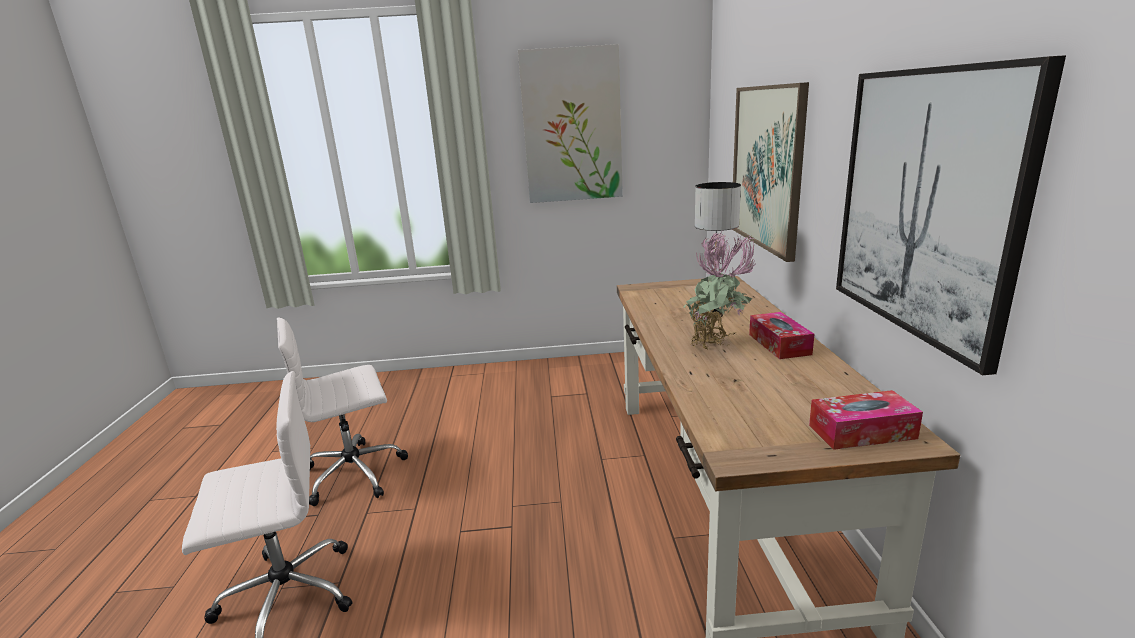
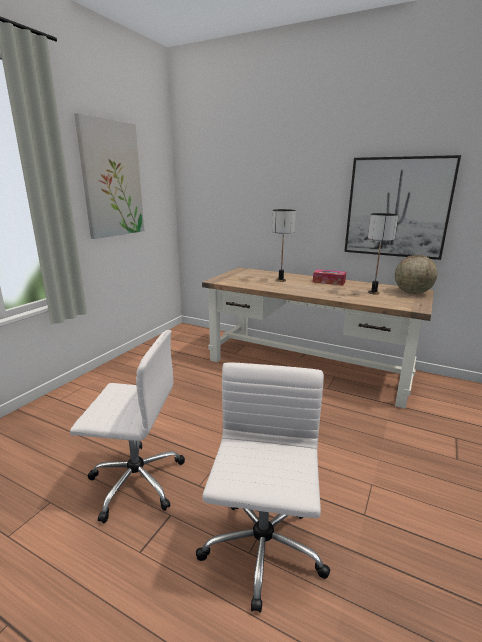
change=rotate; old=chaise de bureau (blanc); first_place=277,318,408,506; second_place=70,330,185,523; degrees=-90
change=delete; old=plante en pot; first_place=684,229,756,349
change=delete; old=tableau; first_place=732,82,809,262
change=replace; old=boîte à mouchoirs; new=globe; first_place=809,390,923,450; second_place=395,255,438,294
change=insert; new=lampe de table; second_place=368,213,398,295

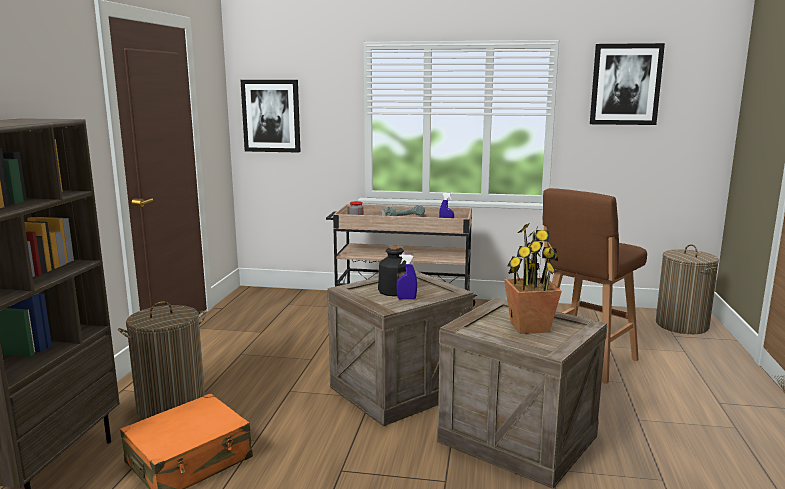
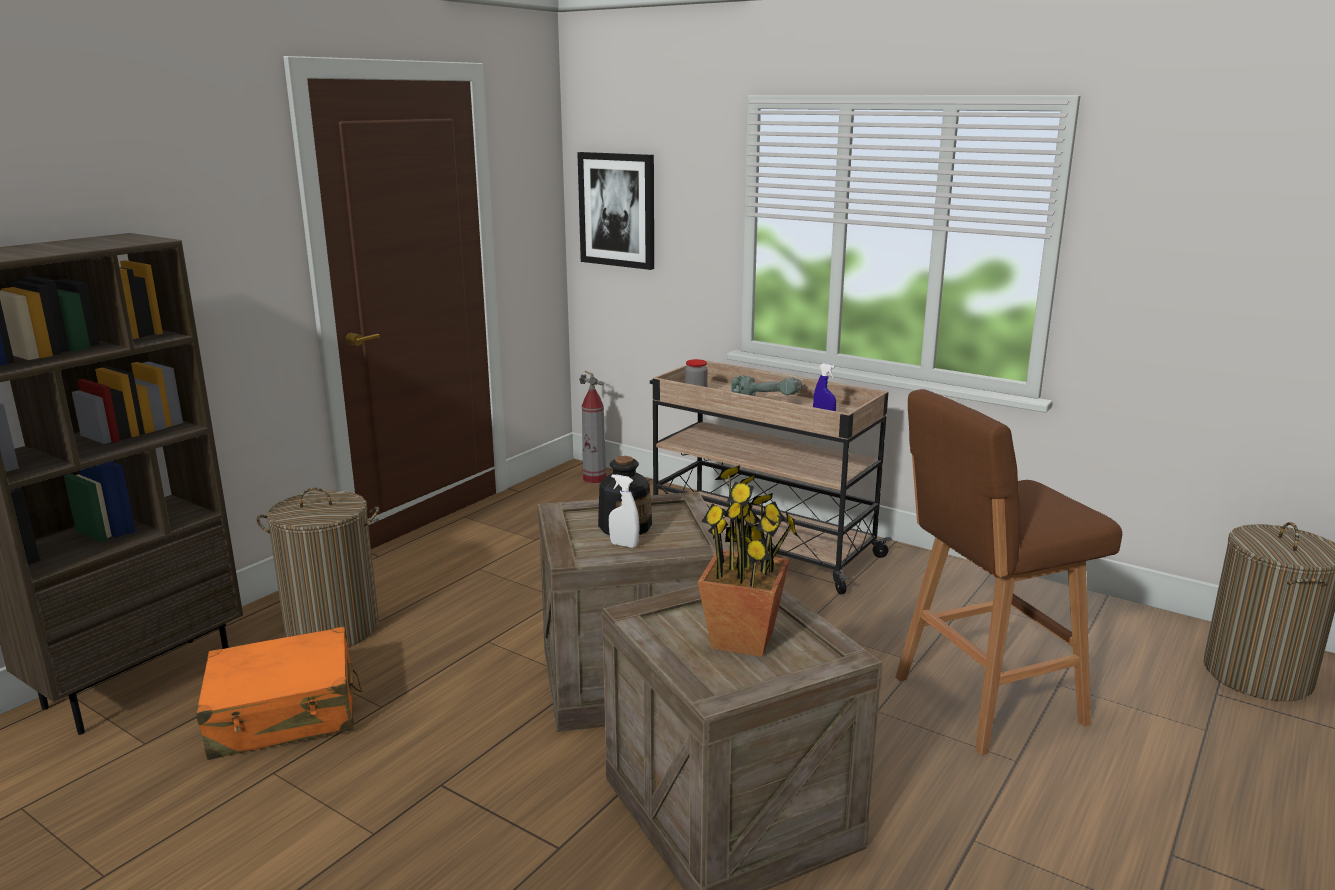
change=recolor; old=vaporisateur (bleu); new=vaporisateur (blanc); first_place=396,254,417,300; second_place=609,474,640,548
change=delete; old=tableau; first_place=590,43,665,125
change=insert; new=extincteur; second_place=579,371,606,483

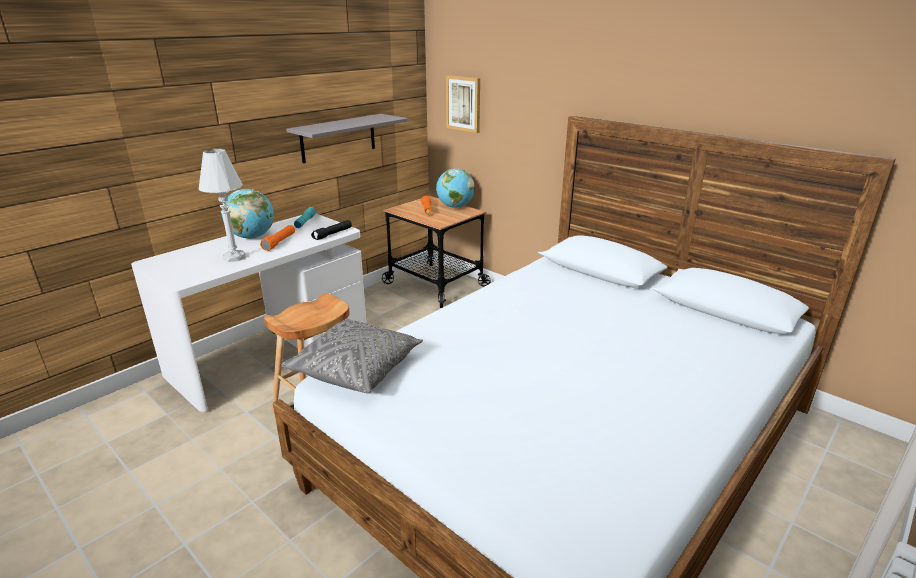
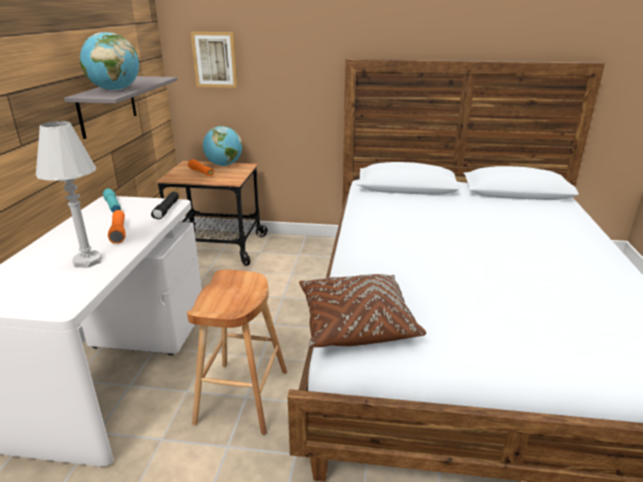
change=move; old=globe; first_place=222,189,274,239; second_place=80,32,139,91
change=recolor; old=coussin (gris); new=coussin (marron); first_place=282,318,423,394; second_place=299,274,426,347

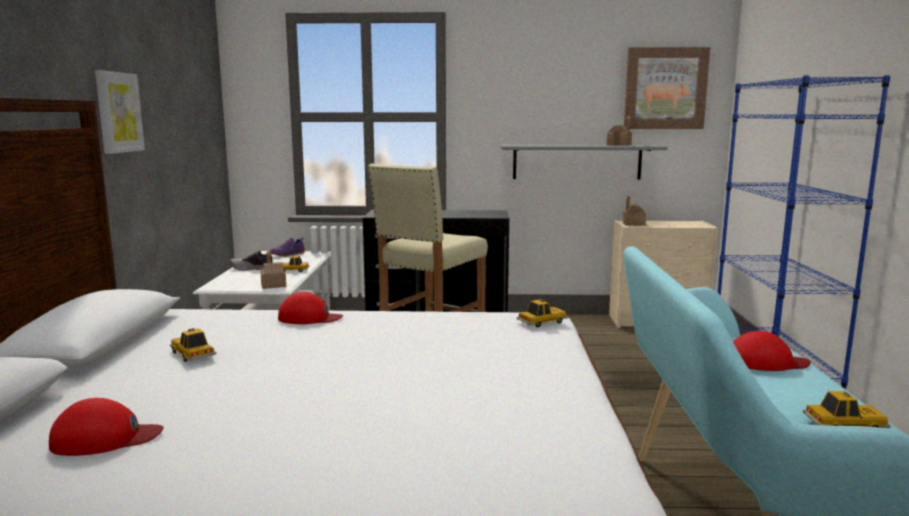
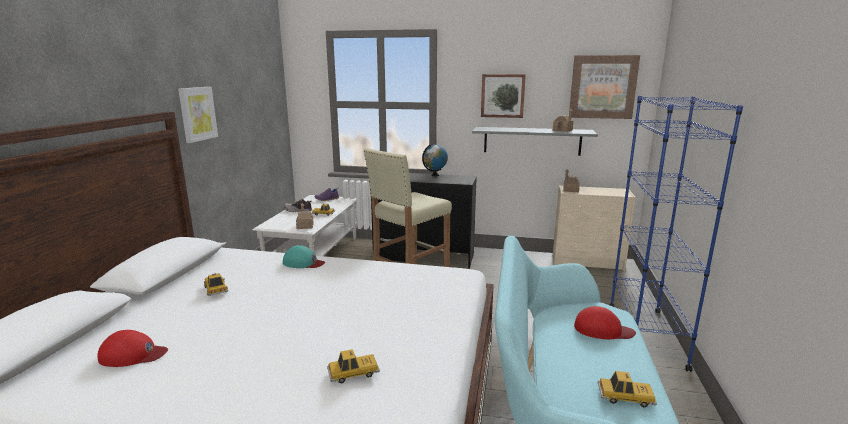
change=recolor; old=casquette (rouge); new=casquette (turquoise); first_place=278,292,343,324; second_place=283,245,325,268
change=move; old=petite voiture; first_place=517,299,568,327; second_place=327,349,380,383
change=insert; new=globe; second_place=422,144,448,176
change=insert; new=tableau; second_place=481,74,526,118

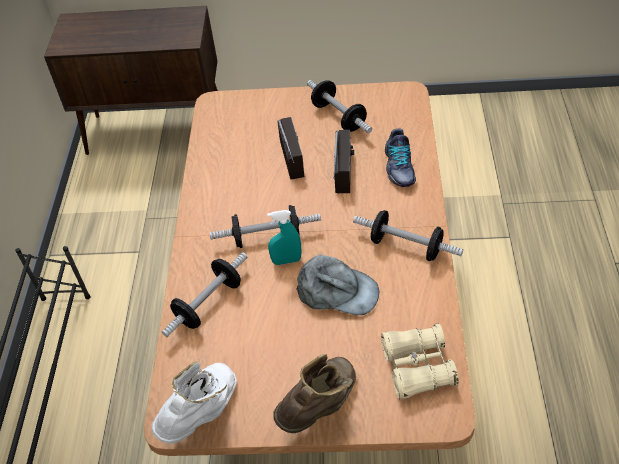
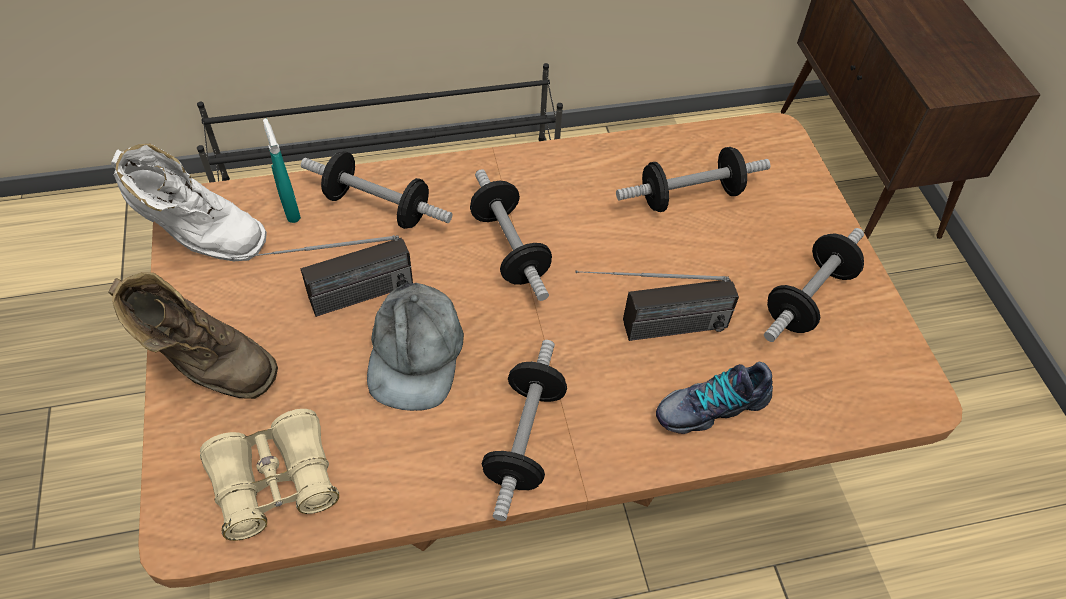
change=move; old=vaporisateur (turquoise); first_place=267,210,301,265; second_place=263,118,301,223
change=move; old=radio; first_place=277,117,304,179; second_place=232,235,413,317
change=insert; new=haltère; second_place=616,147,770,212

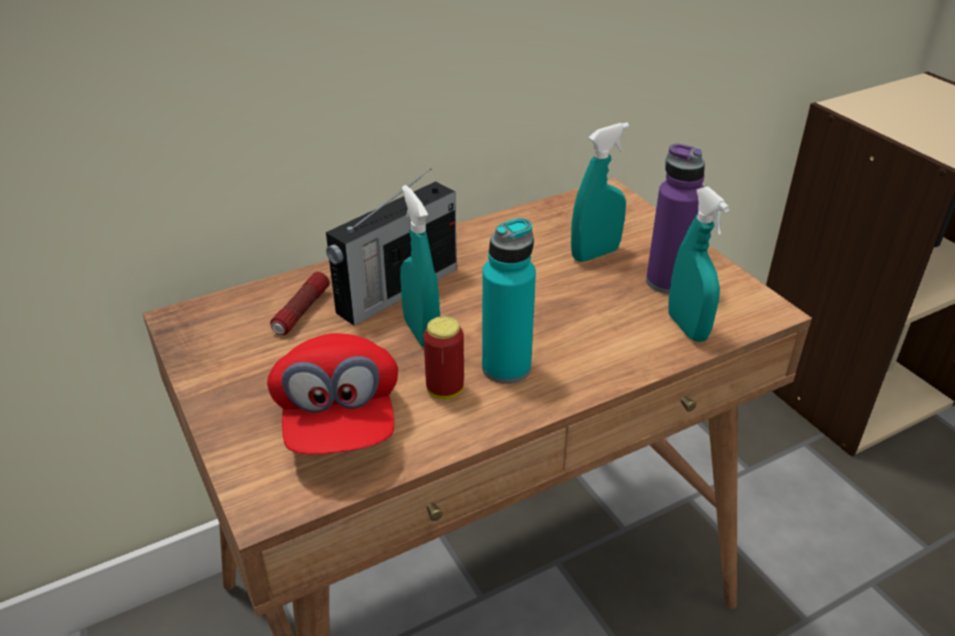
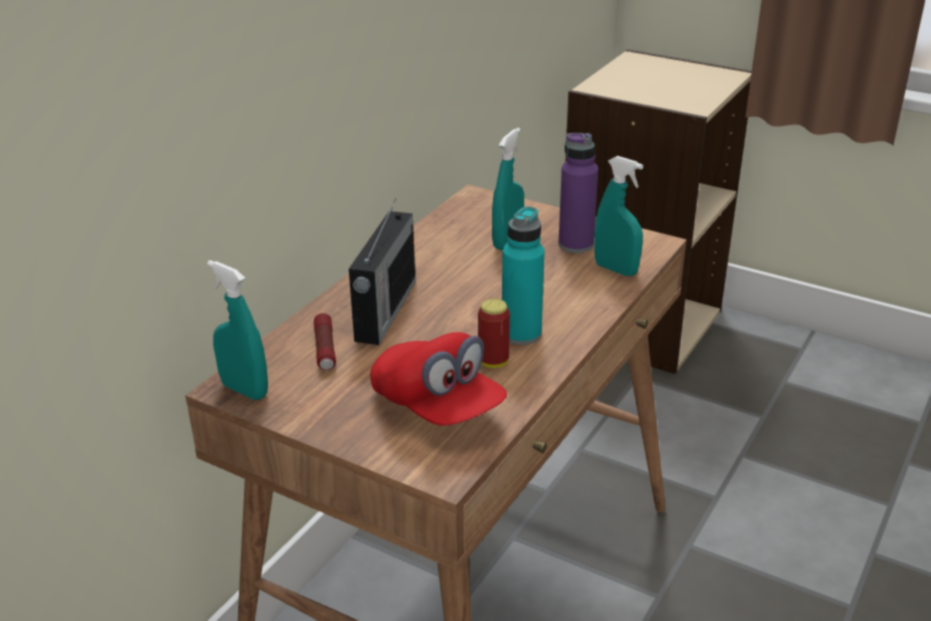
change=move; old=vaporisateur (turquoise); first_place=400,185,440,347; second_place=207,260,268,400

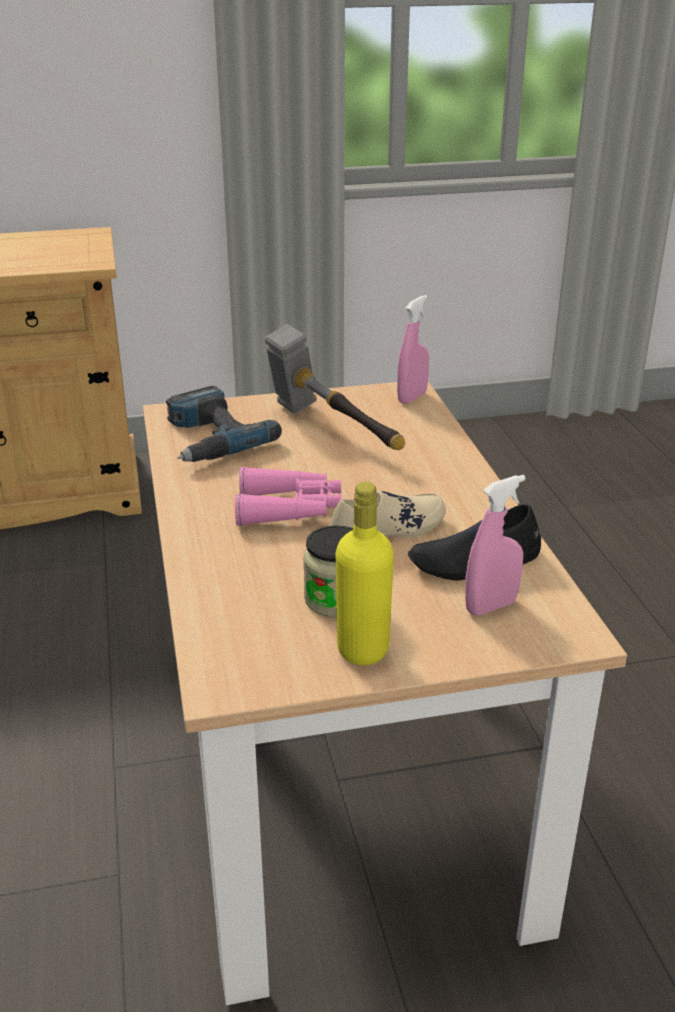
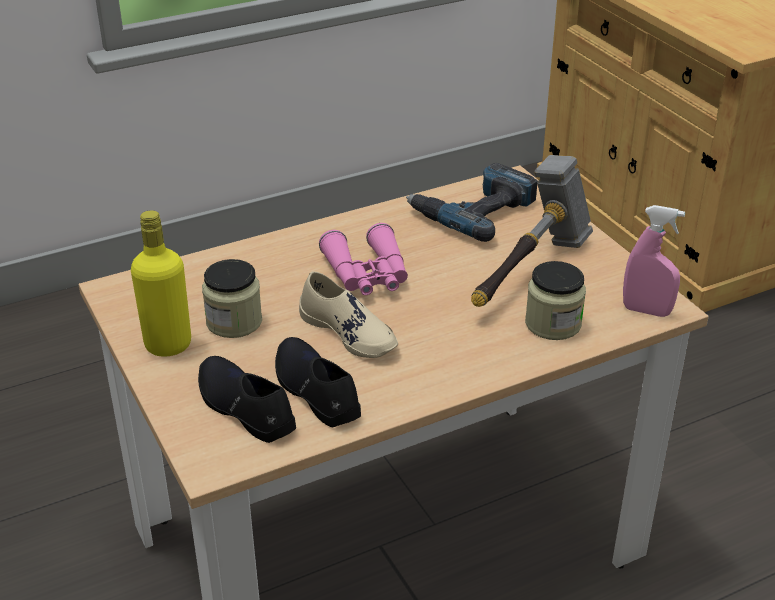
change=replace; old=vaporisateur (rose); new=chaussure (noir); first_place=465,475,526,615; second_place=198,356,296,443
change=insert; new=bocal; second_place=525,261,586,340

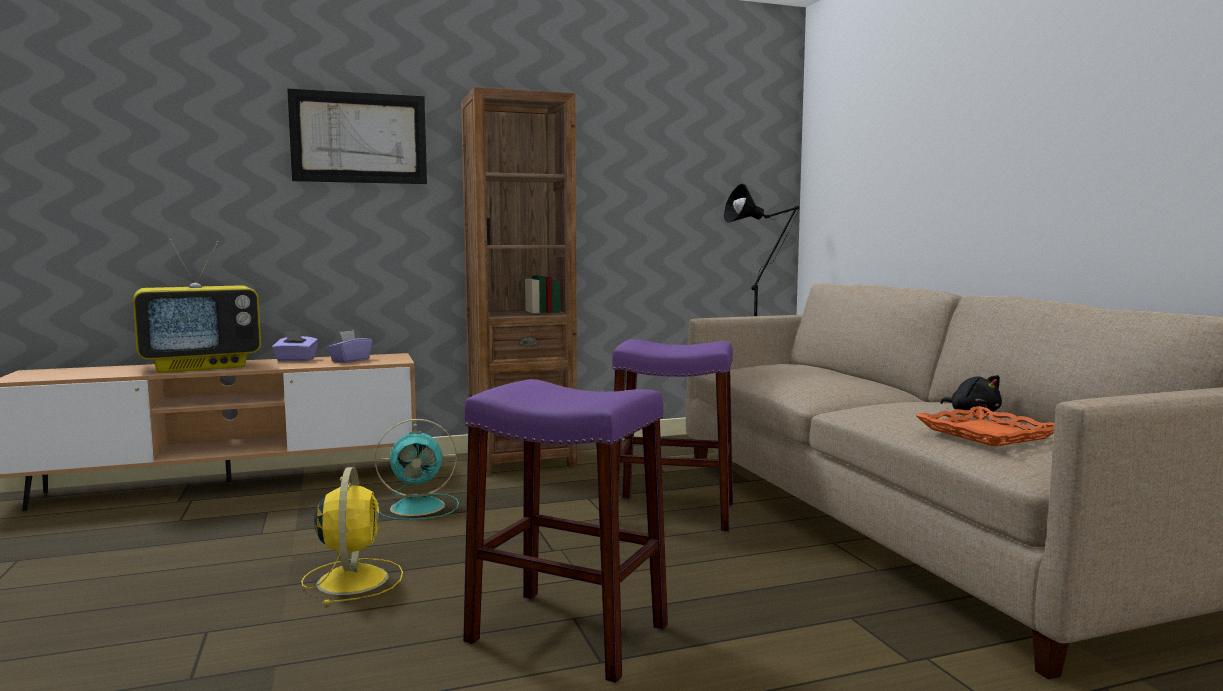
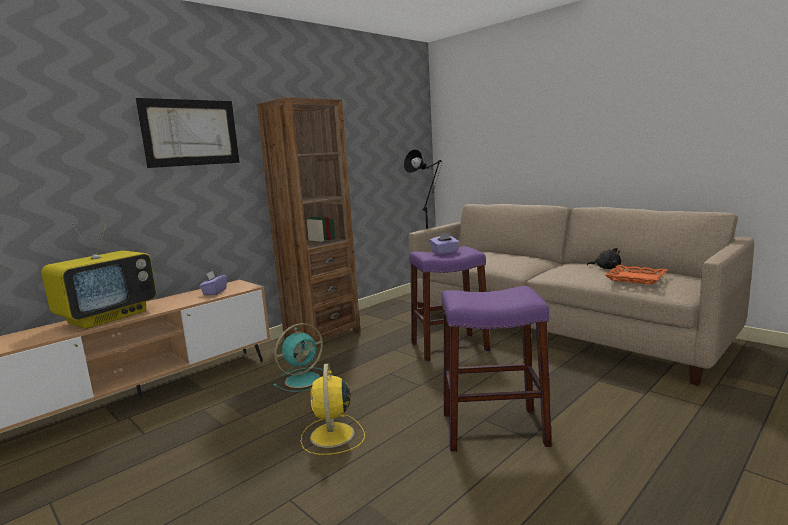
change=move; old=boîte à mouchoirs (violet); first_place=272,331,318,362; second_place=430,232,460,254
change=rotate; old=ventilateur (jaune); first_place=301,467,403,605; second_place=301,363,365,455; degrees=-150

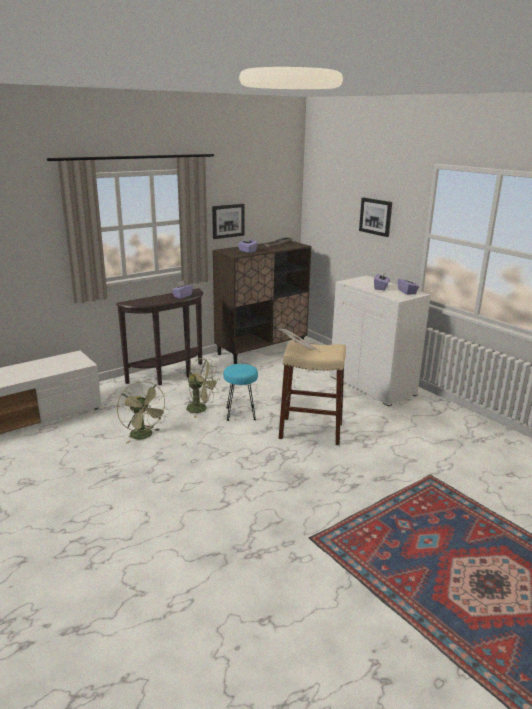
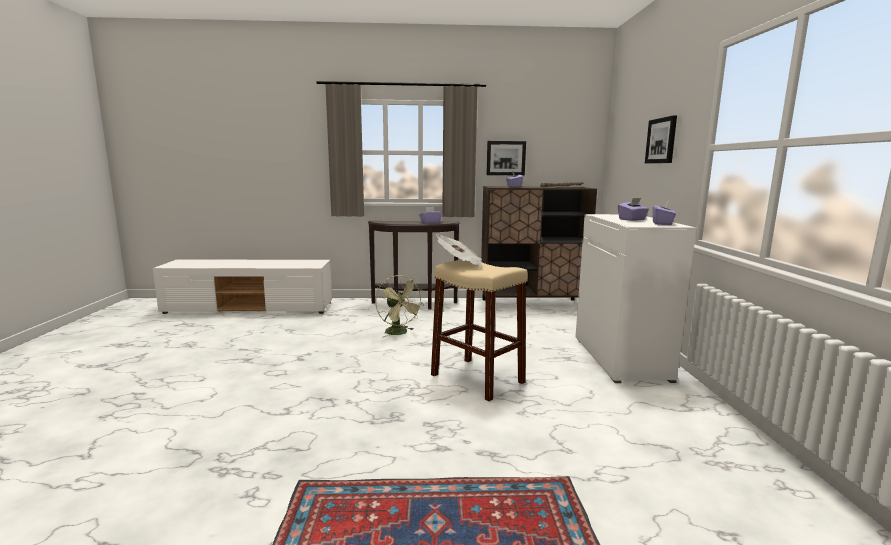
change=delete; old=ventilateur (vert); first_place=117,381,168,444
change=delete; old=tabouret (turquoise); first_place=223,364,258,421

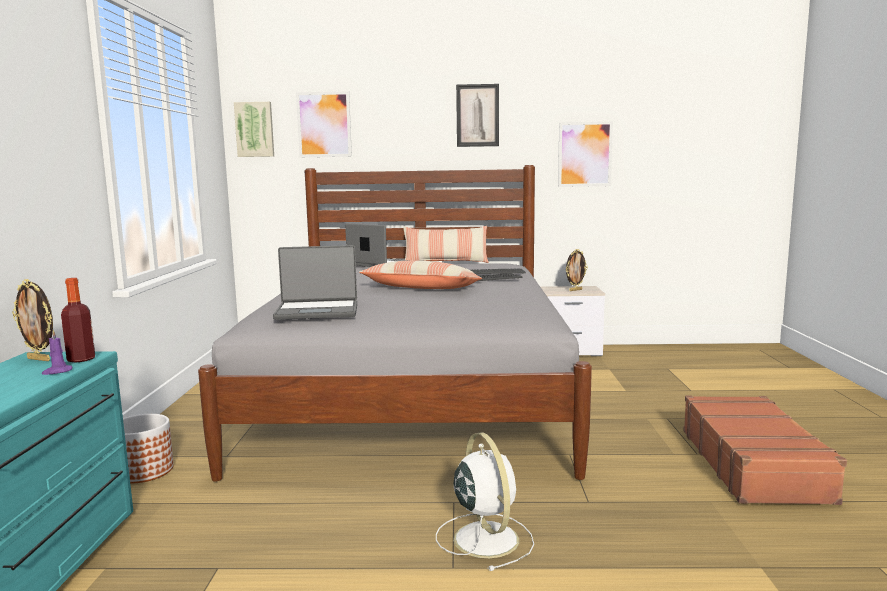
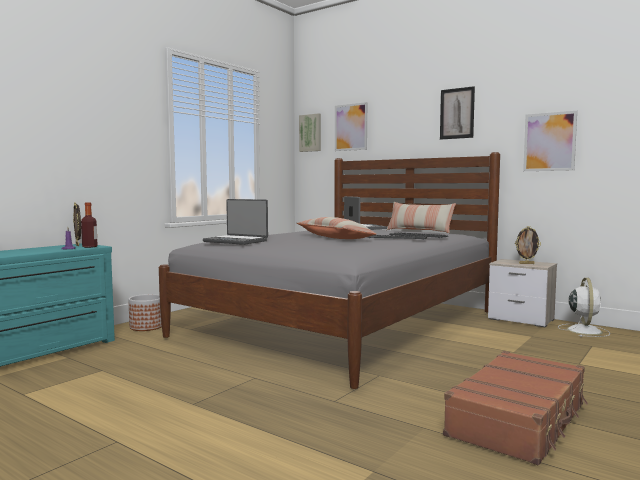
change=move; old=ventilateur (blanc); first_place=436,432,534,571; second_place=558,278,610,337

